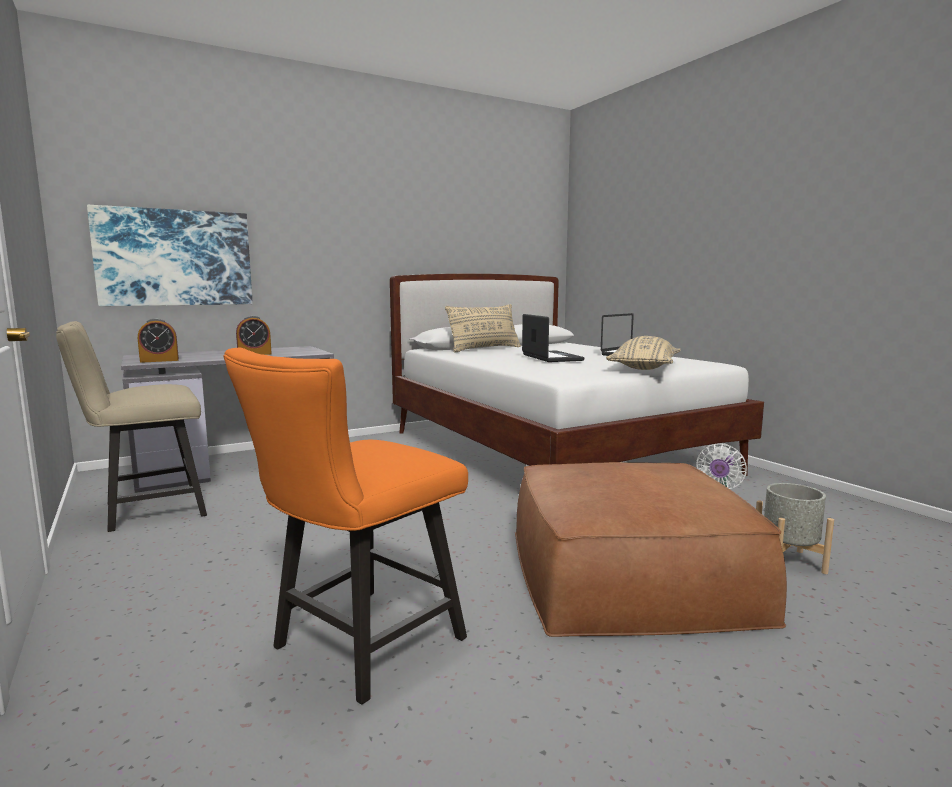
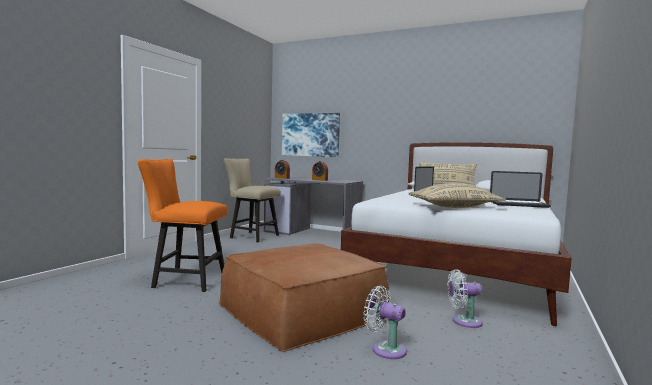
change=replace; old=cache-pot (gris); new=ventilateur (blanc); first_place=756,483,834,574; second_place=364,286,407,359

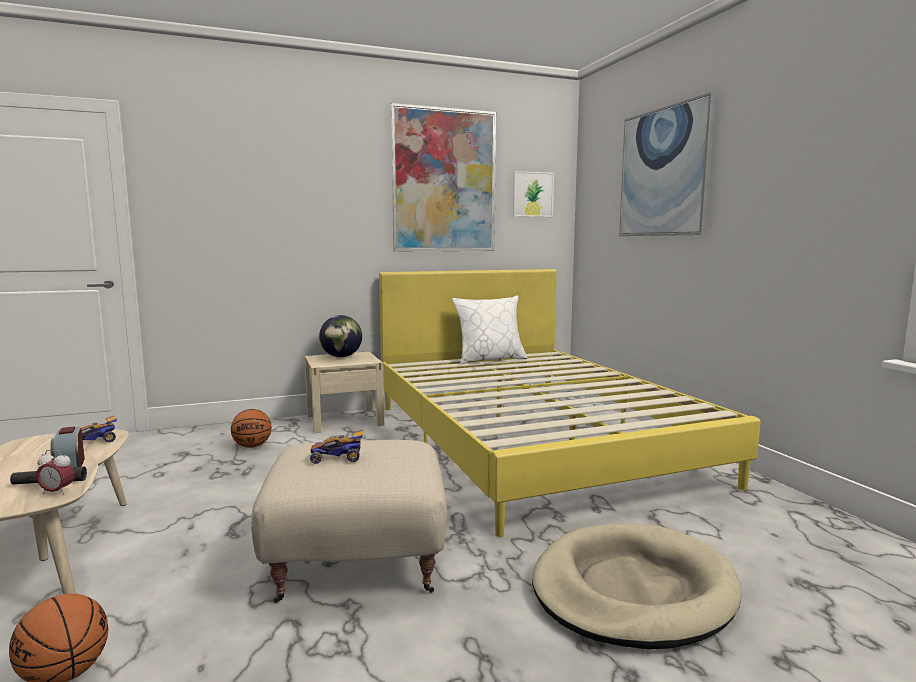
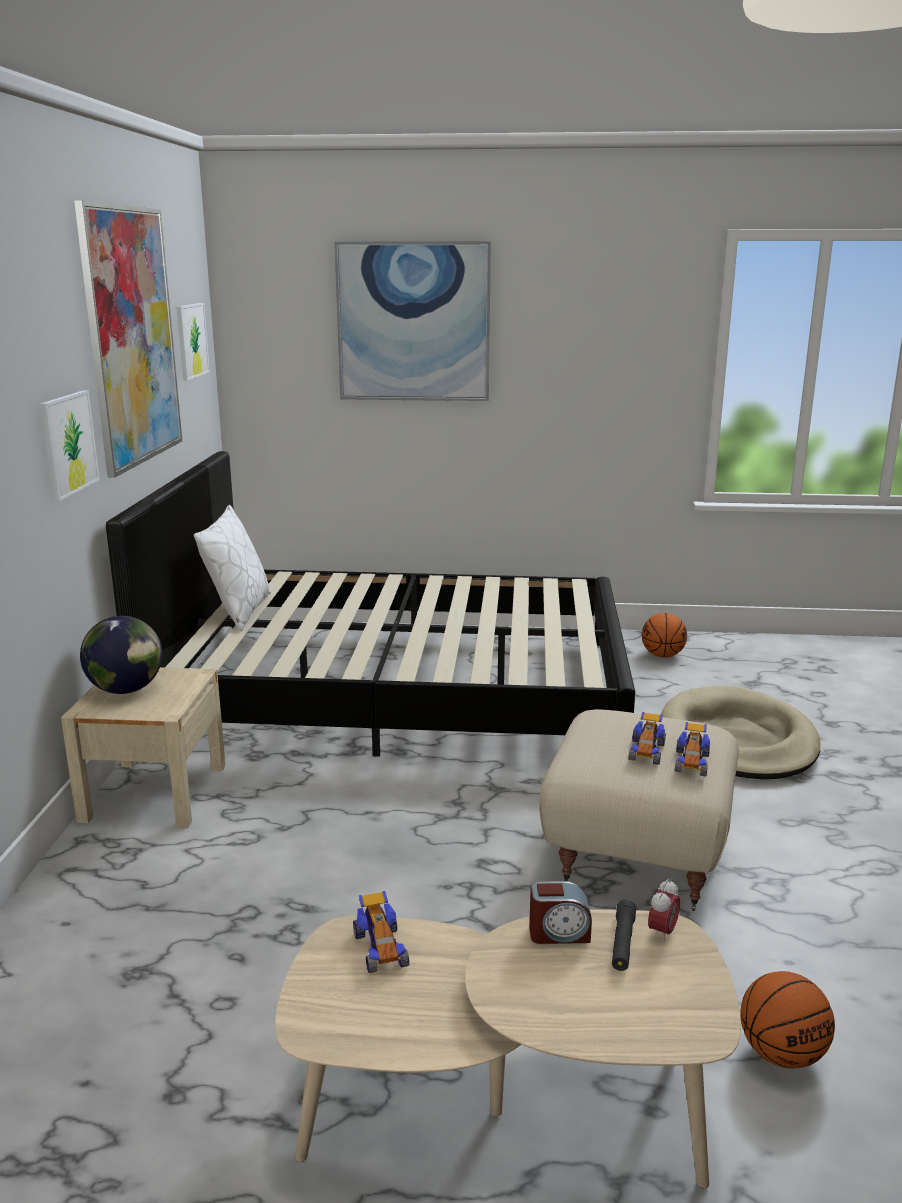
change=move; old=ballon de basket; first_place=231,409,272,448; second_place=642,613,687,658
change=recolor; old=lit (jaune); new=lit (noir); first_place=379,269,761,537; second_place=106,451,635,757
change=insert; new=tableau; second_place=40,390,100,501
change=insert; new=petite voiture; second_place=675,722,710,777

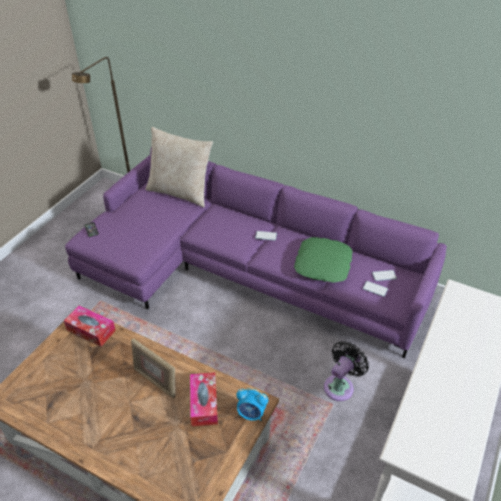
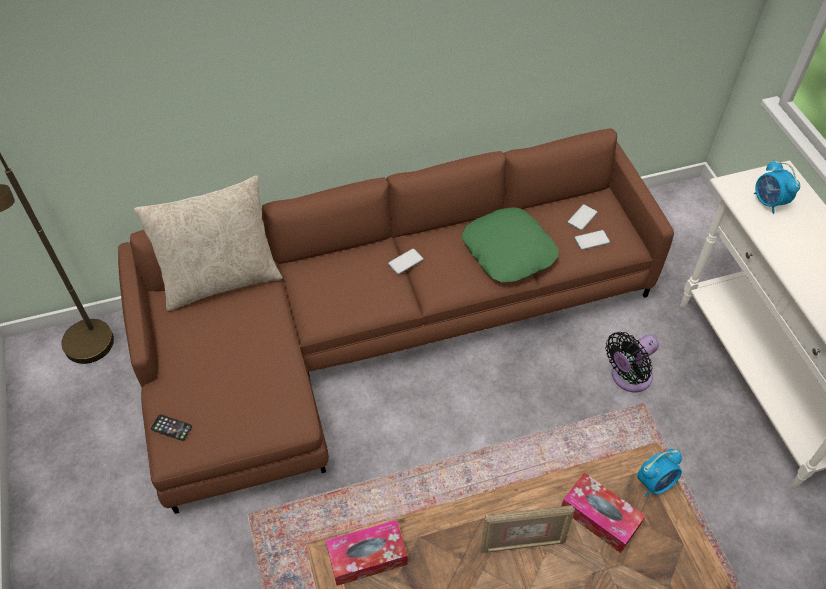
change=recolor; old=canapé (violet); new=canapé (marron); first_place=65,147,447,358; second_place=118,128,674,514
change=rotate; old=ventilateur (noir); first_place=324,341,369,401; second_place=605,332,659,392; degrees=-120
change=insert; new=réveil; second_place=754,160,800,214

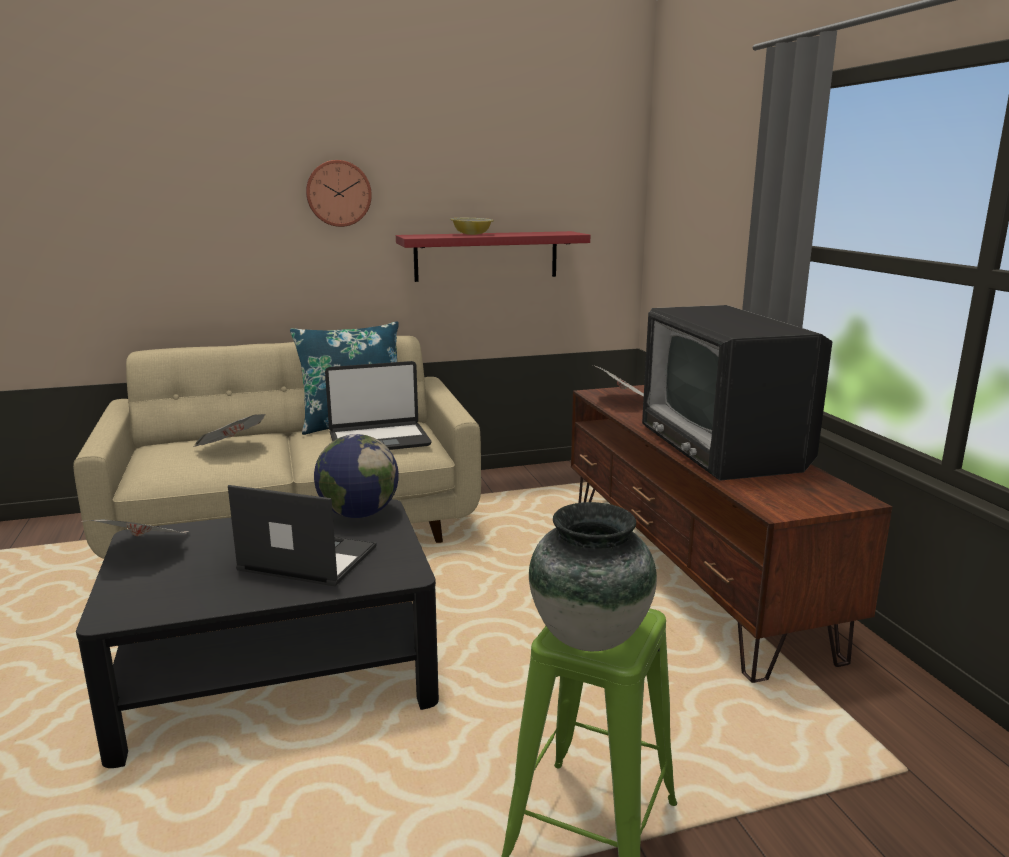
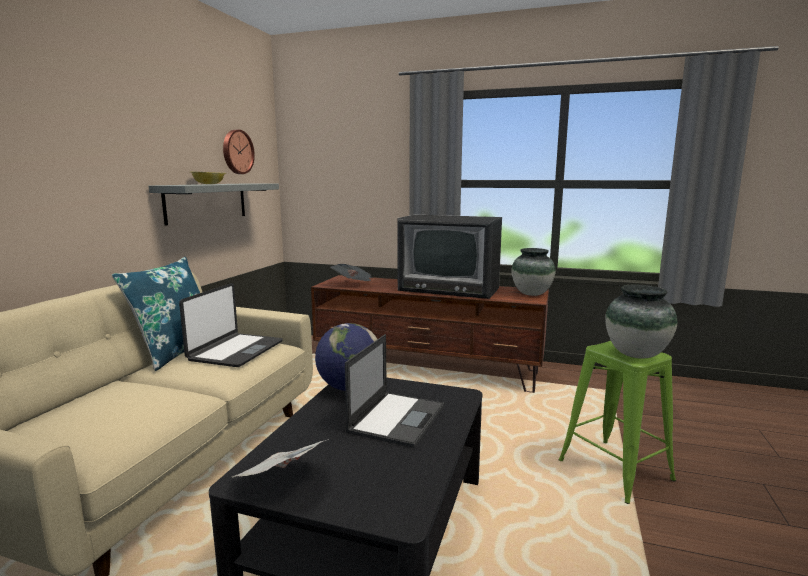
change=delete; old=journal; first_place=193,414,265,447
change=rotate; old=ordinateur portable; first_place=228,485,377,586; second_place=345,334,444,448; degrees=150
change=move; old=horloge murale; first_place=306,160,372,227; second_place=223,130,255,174
change=recolor; old=étagère (rouge); new=étagère (gris); first_place=396,231,590,282; second_place=148,183,279,226
change=insert; new=vase; second_place=511,248,556,296

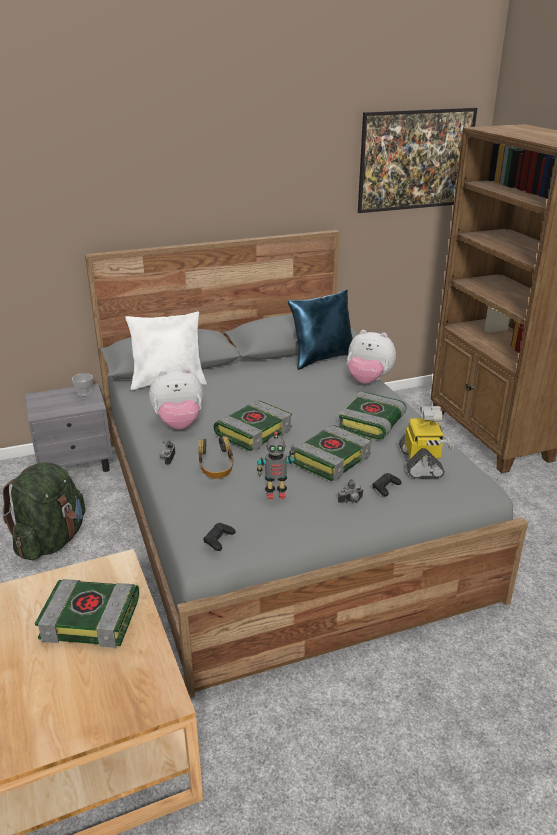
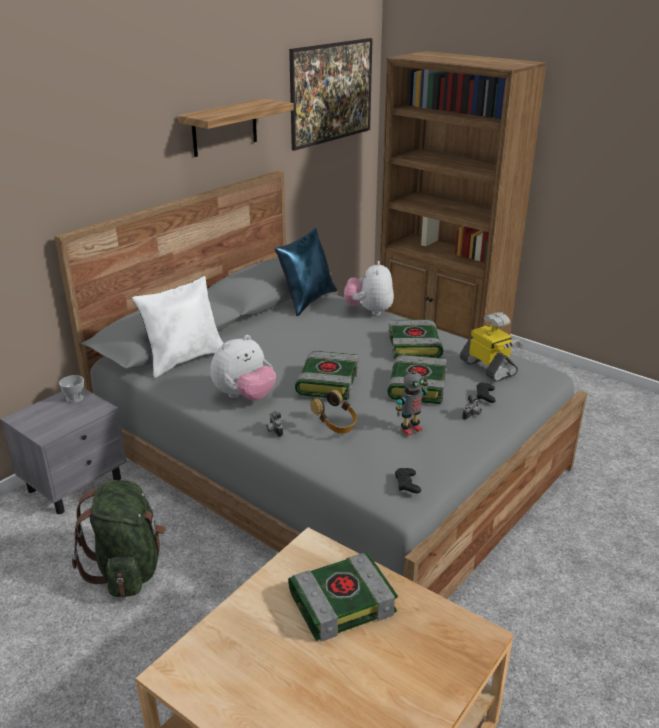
change=rotate; old=peluche; first_place=347,330,396,384; second_place=344,261,394,316; degrees=105
change=insert; new=étagère; second_place=178,99,294,157

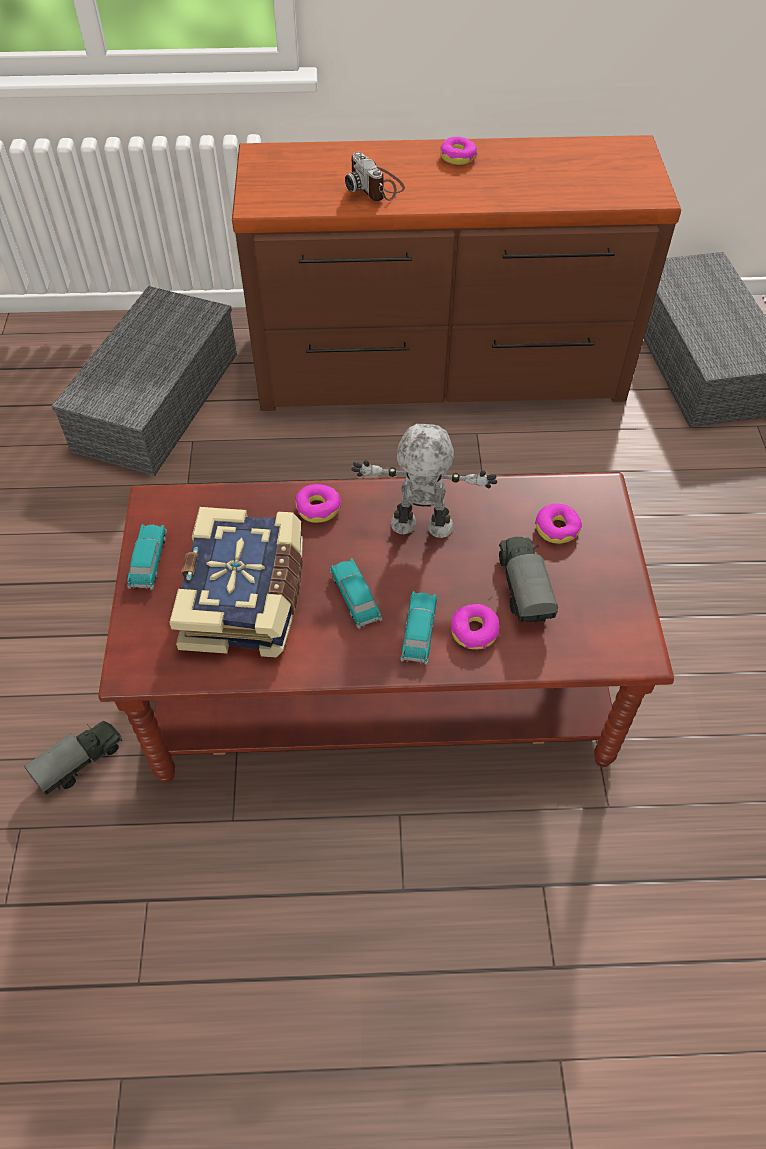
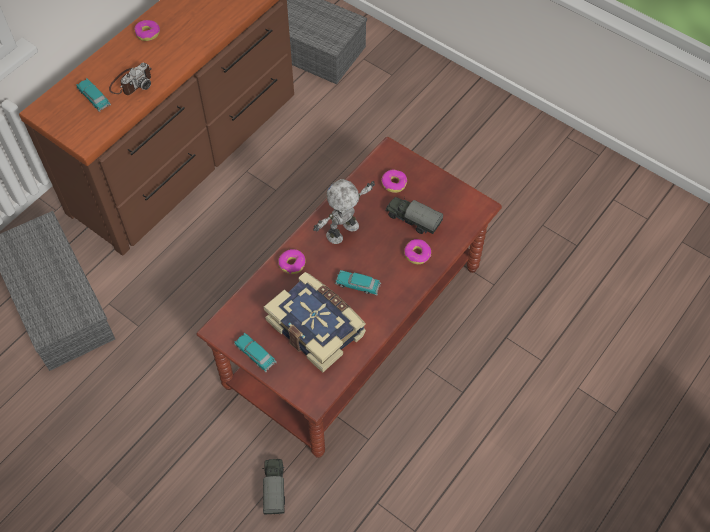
change=rotate; old=appareil photo; first_place=345,151,405,201; second_place=109,63,152,95; degrees=-60
change=move; old=petite voiture; first_place=400,591,437,665; second_place=76,78,111,112

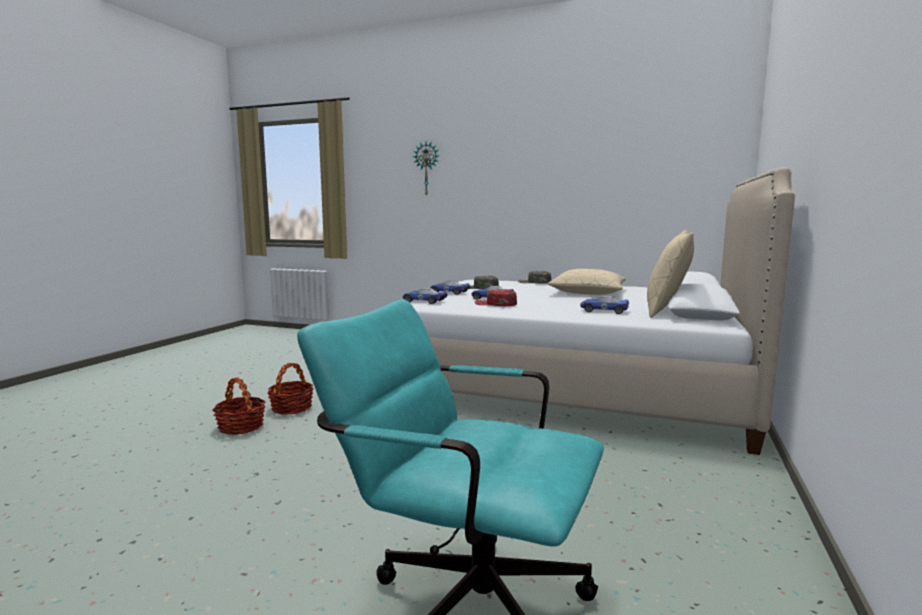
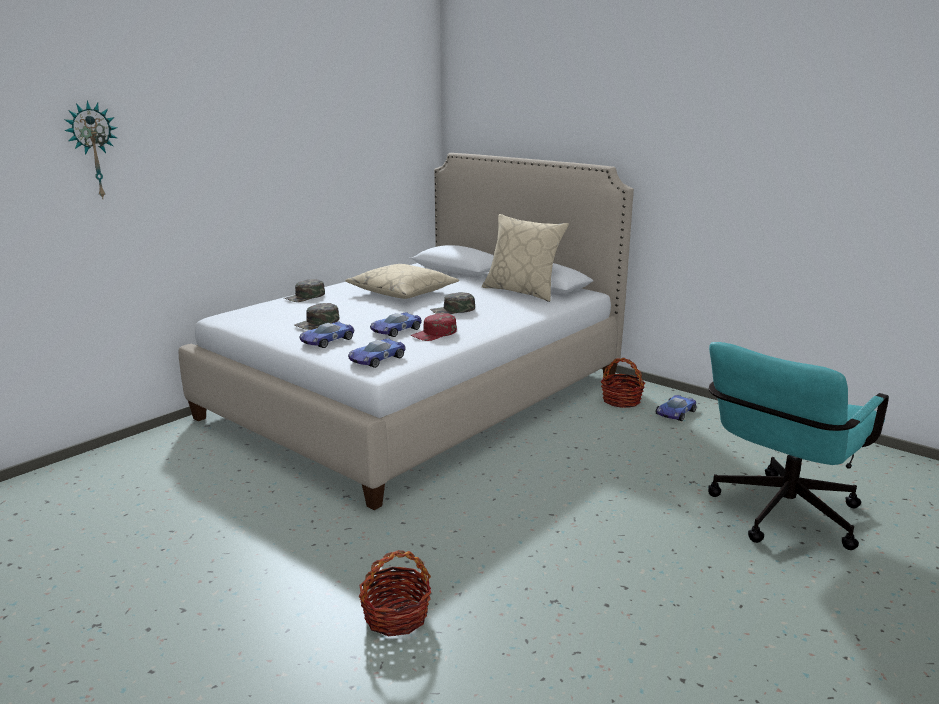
change=move; old=panier; first_place=267,363,313,415; second_place=601,358,645,408
change=move; old=petite voiture; first_place=580,296,629,314; second_place=656,395,696,421
change=insert; new=casquette (vert); second_place=430,292,475,314

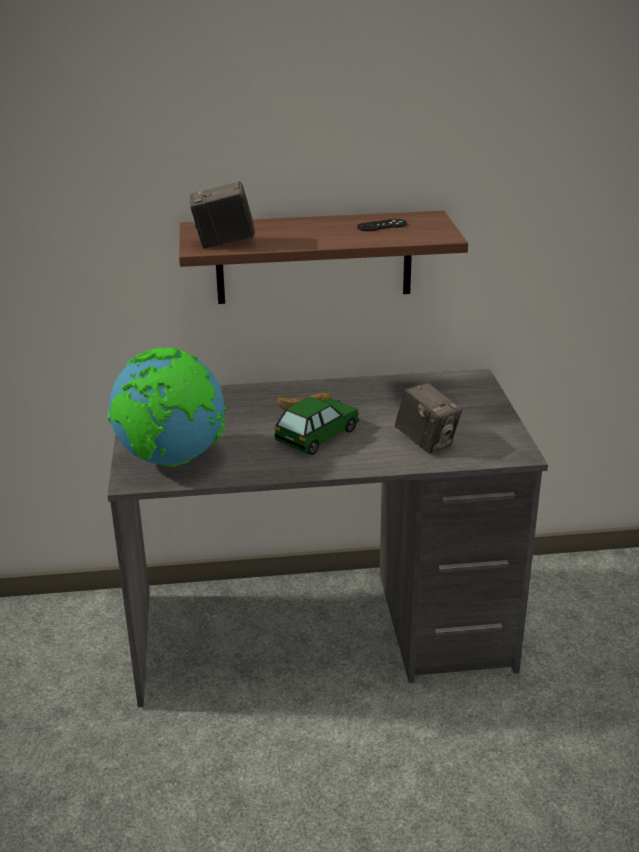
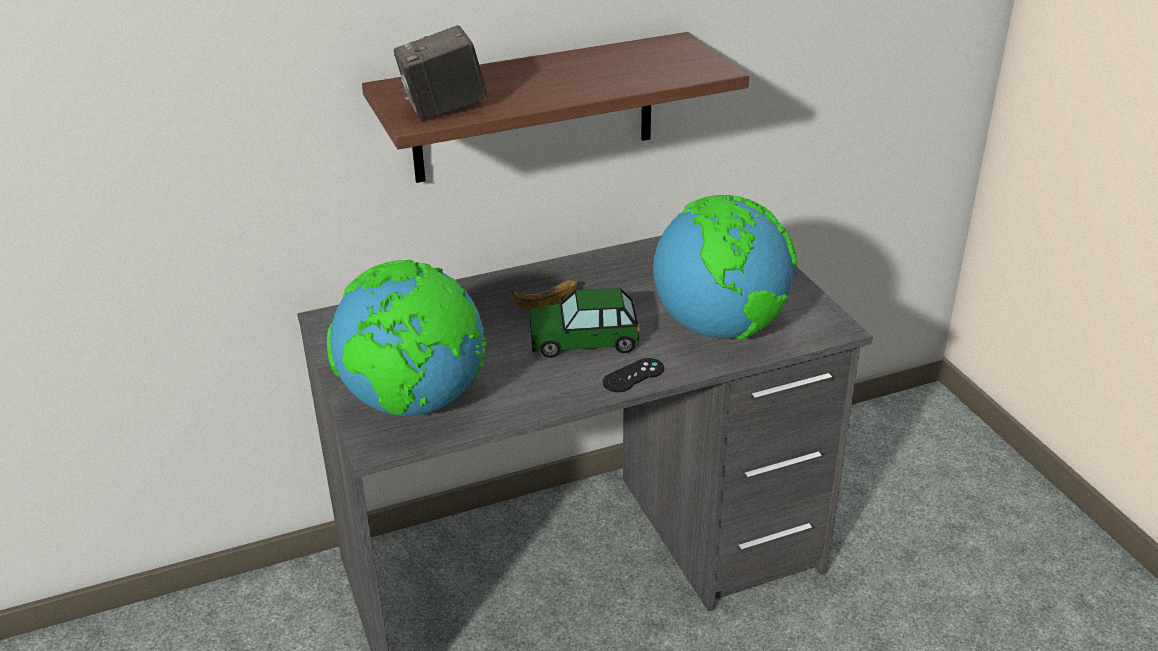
change=rotate; old=petite voiture; first_place=274,397,359,455; second_place=529,288,640,358; degrees=-120
change=move; old=manette (noir); first_place=357,219,407,231; second_place=602,358,664,392
change=replace; old=appareil photo; new=globe; first_place=395,383,462,453; second_place=653,195,797,340

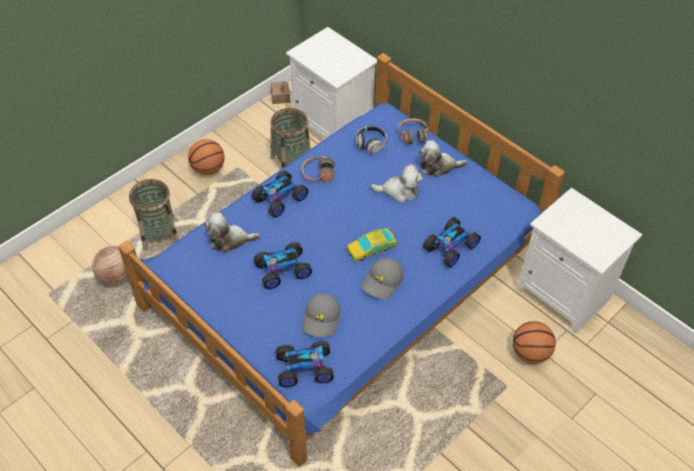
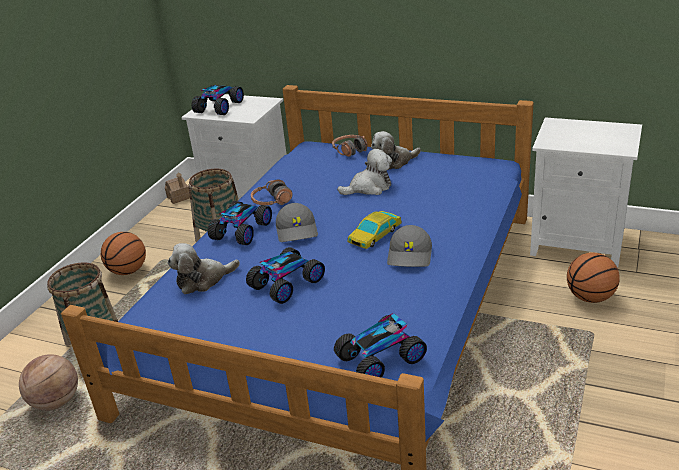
change=move; old=casquette (gris); first_place=302,293,341,337; second_place=276,203,318,242
change=delete; old=casque audio; first_place=356,126,387,154
change=move; old=petite voiture; first_place=423,217,481,268; second_place=192,85,244,115

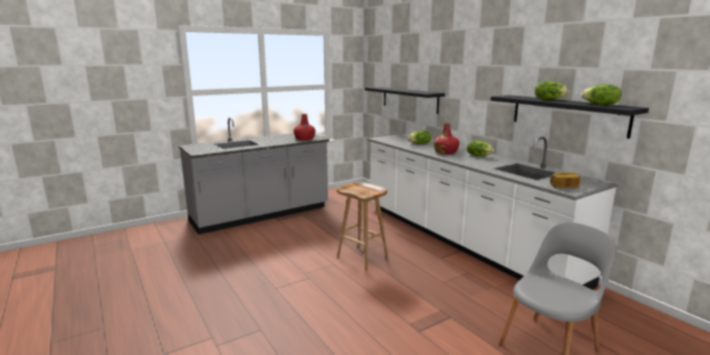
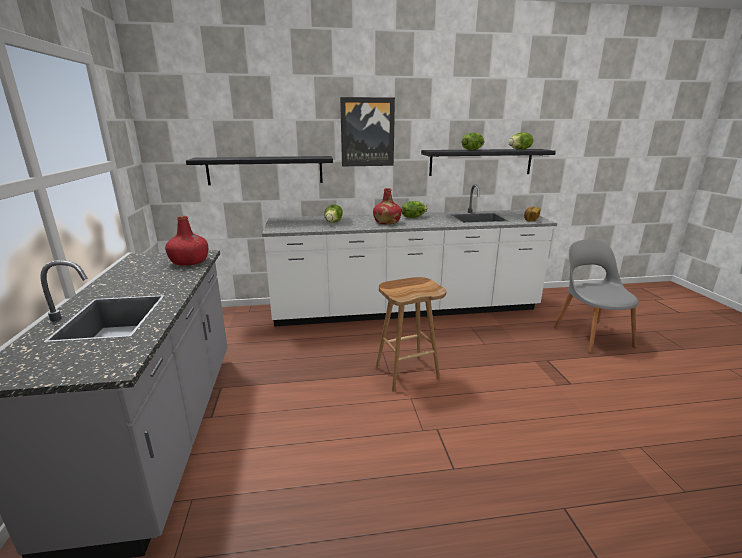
change=insert; new=tableau; second_place=340,97,395,166

